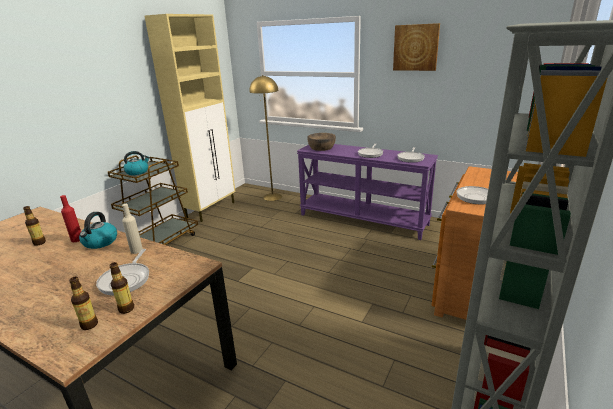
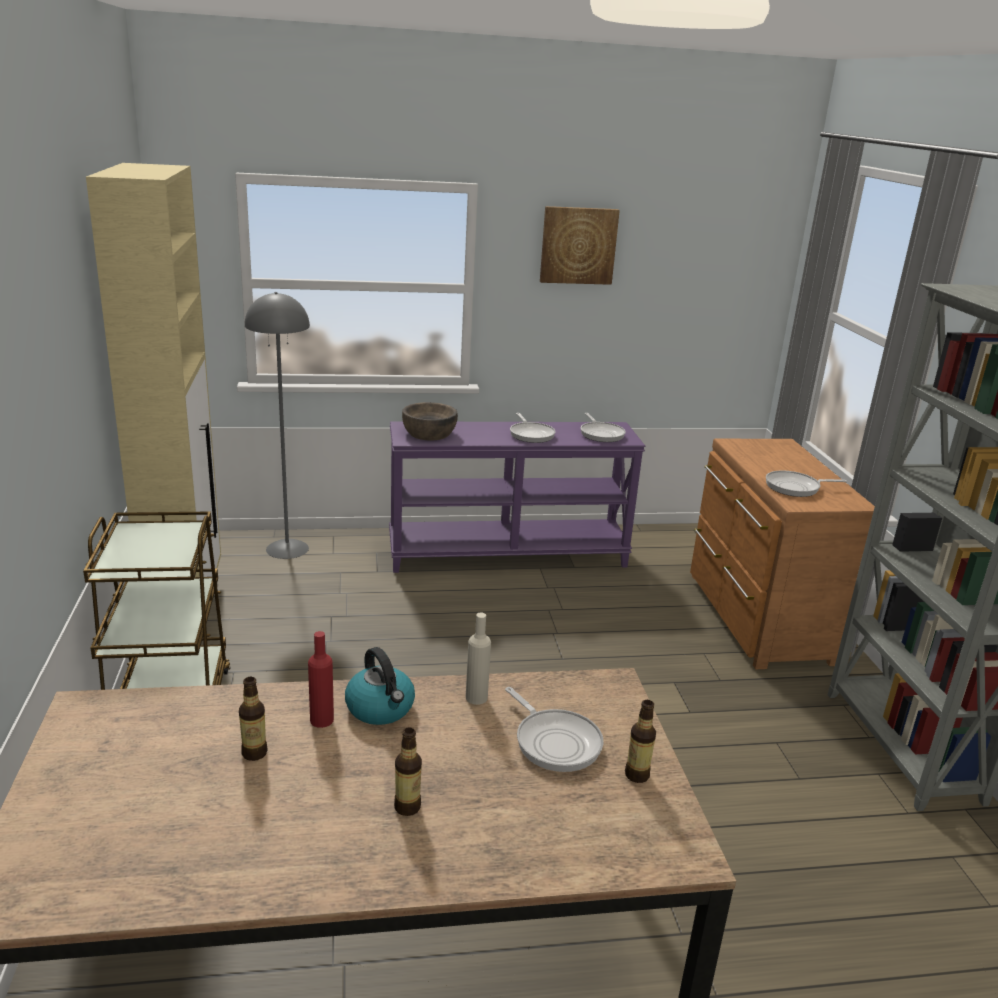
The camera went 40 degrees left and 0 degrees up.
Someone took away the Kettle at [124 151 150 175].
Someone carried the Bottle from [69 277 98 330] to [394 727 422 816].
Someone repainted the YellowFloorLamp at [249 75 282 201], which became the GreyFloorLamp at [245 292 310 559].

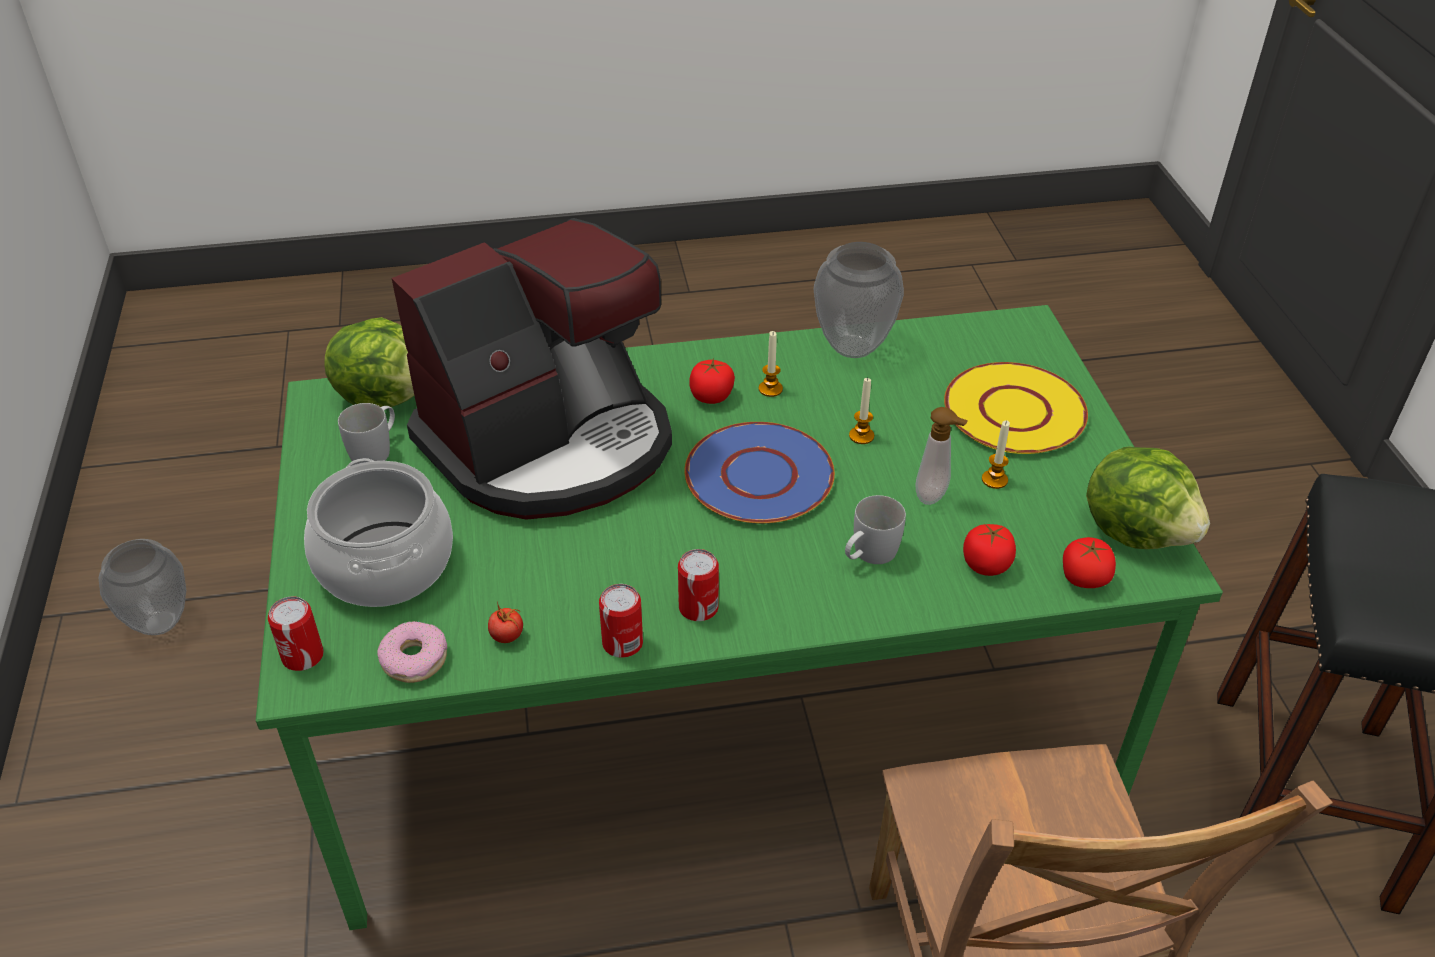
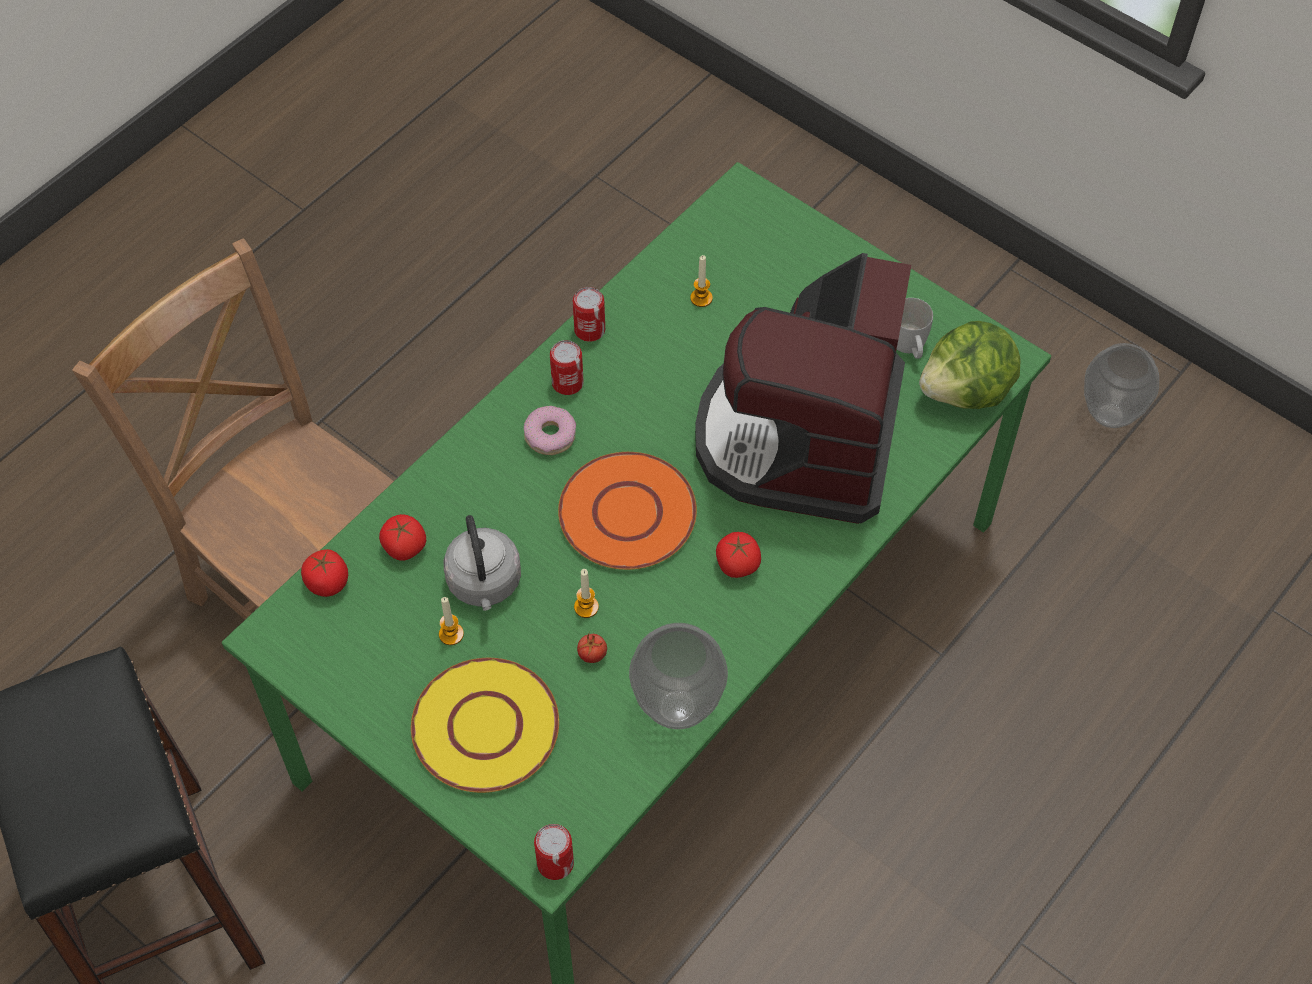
The camera went 140 degrees right and 15 degrees up.
Someone took away the CookingPot at [304 458 453 607].
Someone took away the WhiteMug at [845 495 906 564].
Someone took away the Lettuce at [1086 447 1210 549].
Someone carried the Can from [268 596 324 671] to [534 824 574 880].
Someone carried the Donut from [377 621 447 683] to [524 406 576 455].
Someone carried the Tomato from [488 602 523 643] to [577 634 607 663].
Someone carried the Candle from [759 331 783 397] to [690 255 713 307].
Someone swapped the SoapDispenser at [915 407 968 505] for the GreyKettle at [443 515 521 611].
Someone repainted the BluePlate at [684 422 835 524], which became the OrangePlate at [558 452 697 570].

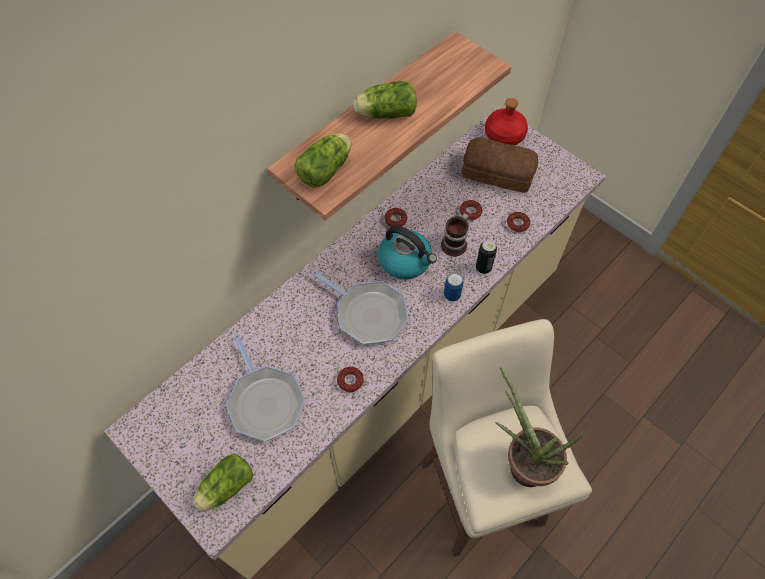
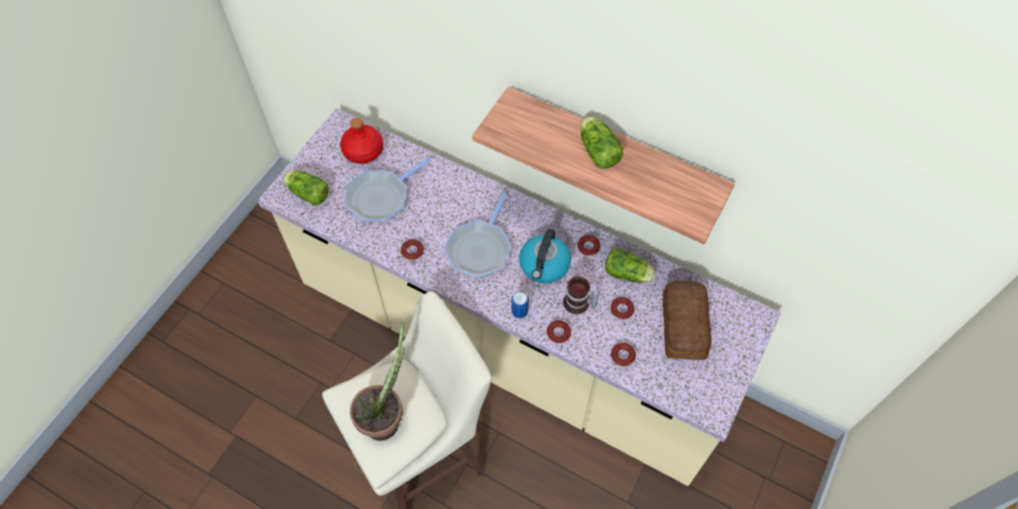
The camera went 75 degrees right and 0 degrees up.
Someone carried the Lettuce from [294 133 352 188] to [605 248 656 283].
Someone carried the RedBottle from [485 98 528 145] to [340 118 383 164].
Someone swapped the Can at [476 240 497 274] for the Donut at [547 320 571 343].

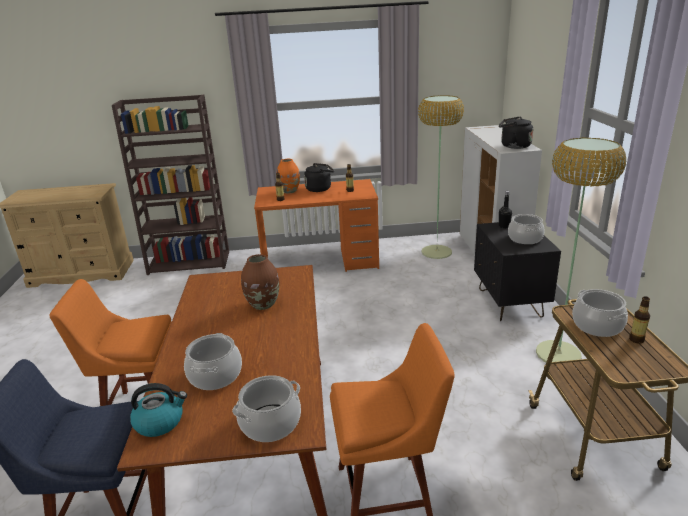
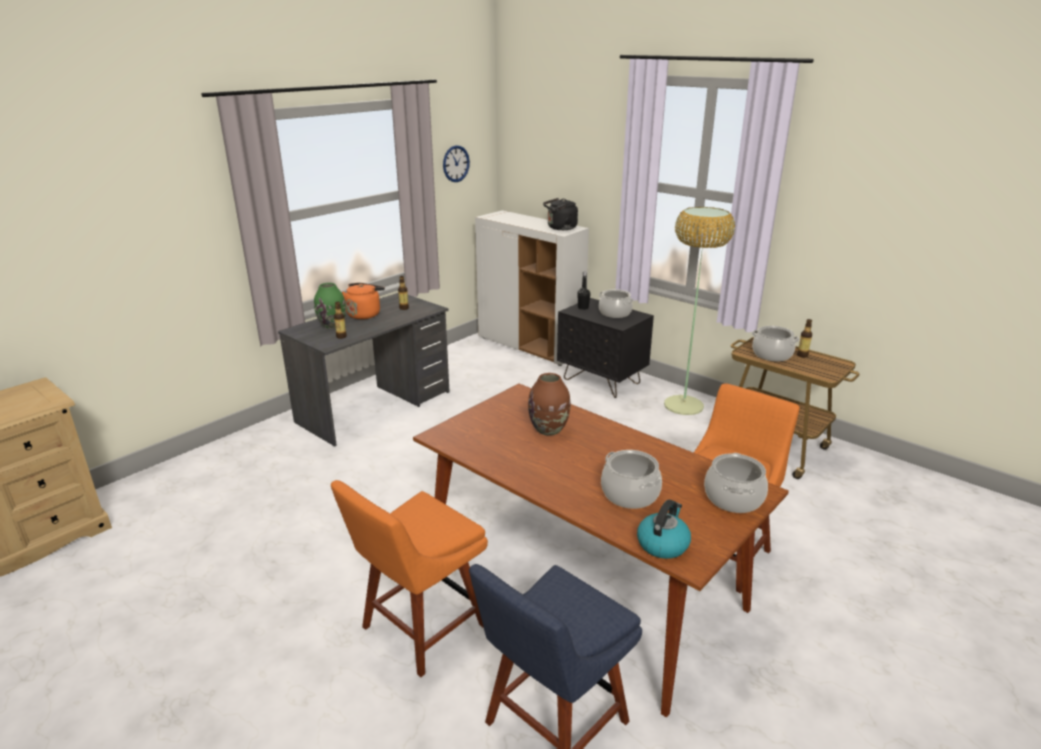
The camera went 45 degrees left and 0 degrees up.
Someone took away the BrownBookcase at [112 95 229 275].
Someone took away the FloorLamp at [418 95 464 259].
Someone put up the WallClock at [443 145 470 182].
Someone repainted the OrangeDesk at [254 179 379 272], which became the GreyDesk at [278 293 450 447].
Someone repainted the OrangeVase at [277 159 300 194], which became the GreenVase at [314 283 346 329].
Someone repainted the BlackKettle at [304 163 334 192], which became the OrangeKettle at [342 283 385 319].

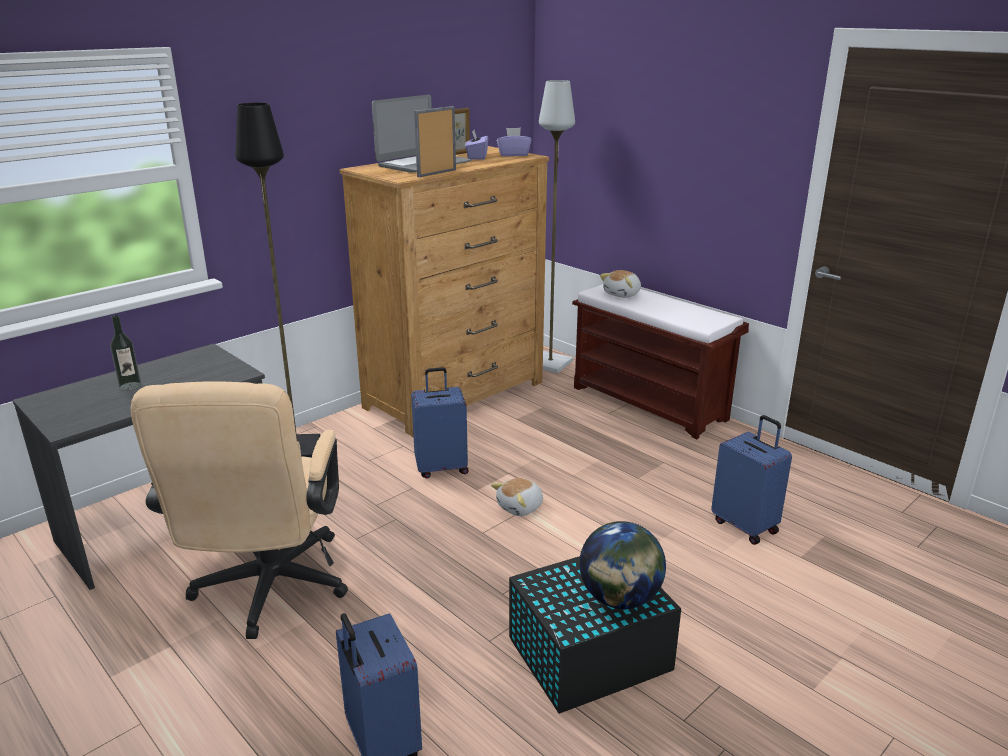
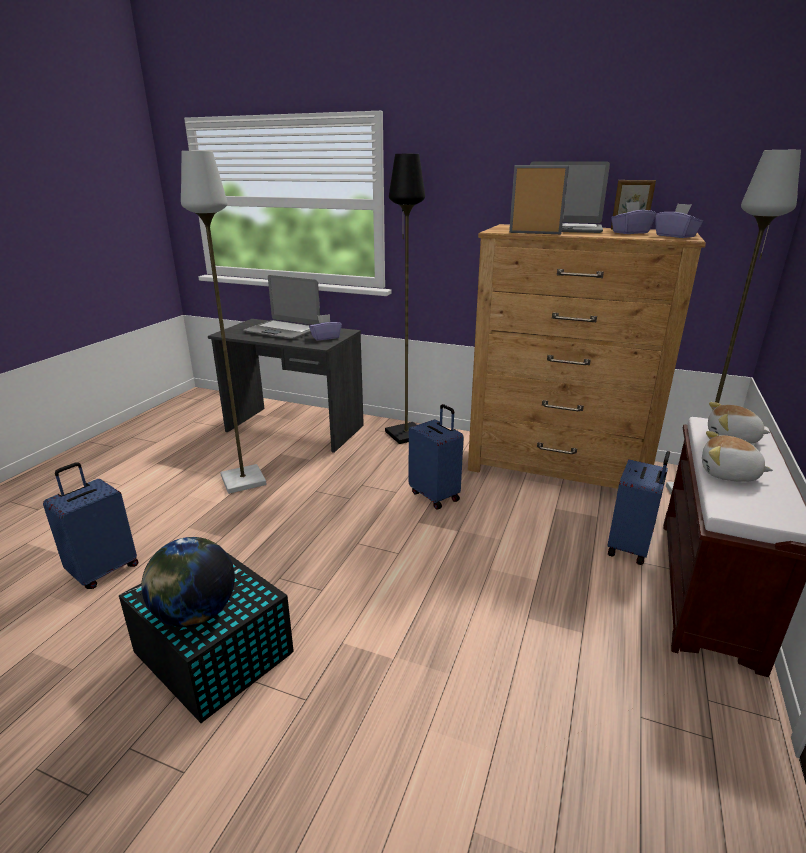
The camera went 65 degrees right and 0 degrees up.
Someone put down the PurpleTissueBox at [309 314 342 341].
Someone carried the PlushToy from [491 478 543 516] to [702 431 773 482].
Someone carried the BlueSuitcase from [711 415 792 545] to [607 451 670 565].
Someone swapped the Bottle at [110 315 141 391] for the Laptop at [243 275 320 339].
Someone swapped the BeigeOfficeChair at [131 381 348 639] for the GreyFloorLamp at [181 151 267 494].

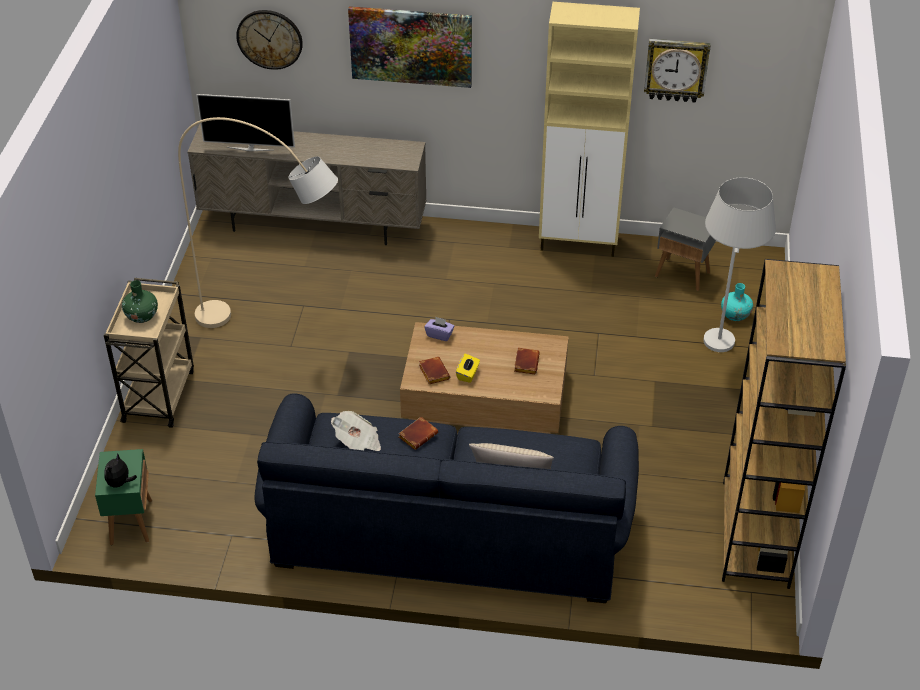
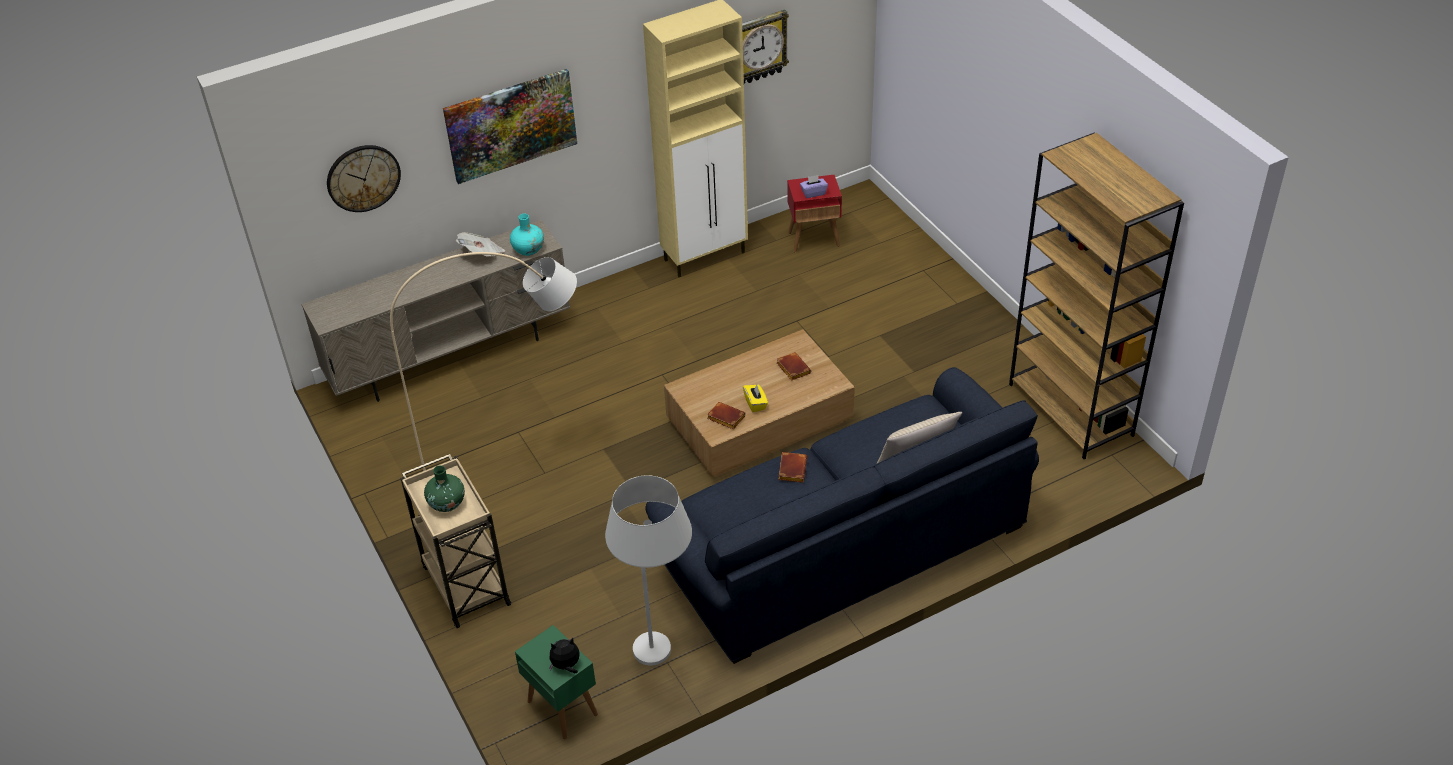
The camera went 35 degrees left and 0 degrees up.
Someone took away the Television at [196 94 295 151].
Someone carried the Newspaper from [331 411 381 451] to [456 232 505 257].
Someone carried the PurpleTissueBox from [424 317 455 341] to [800 175 828 198].
Someone carried the WhiteFloorLamp from [703 177 776 352] to [605 475 692 666].
Someone carried the TurquoiseVase from [721 283 753 321] to [510 214 544 256].
Someone repainted the GreySideTable at [655 207 716 291], which became the RedSideTable at [787 175 842 252].
Someone rotated the PlushToy at [104 453 137 488] by 90 degrees clockwise.

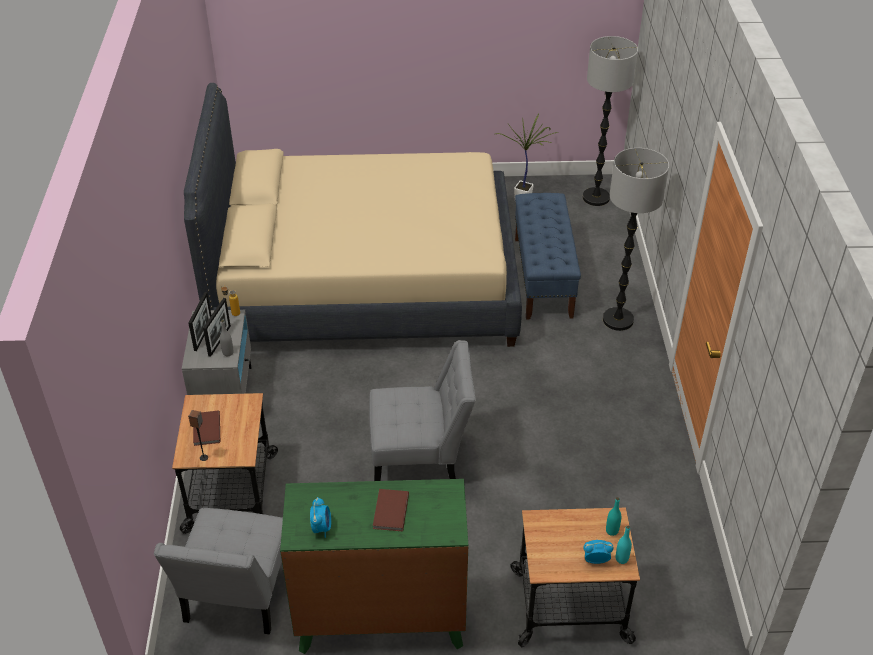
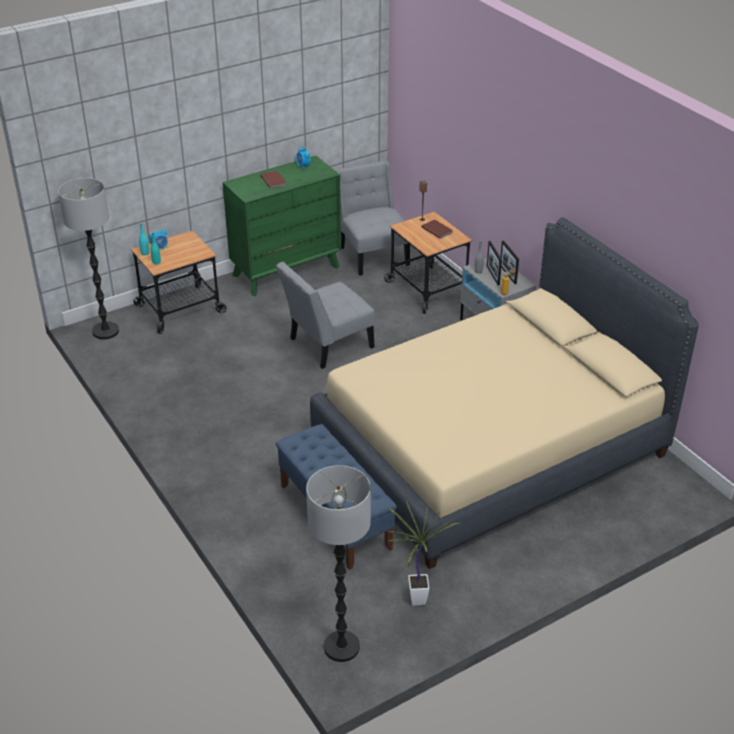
The camera went 150 degrees right and 5 degrees down.
Someone carried the FloorLamp from [603 148 669 331] to [58 178 119 340].

